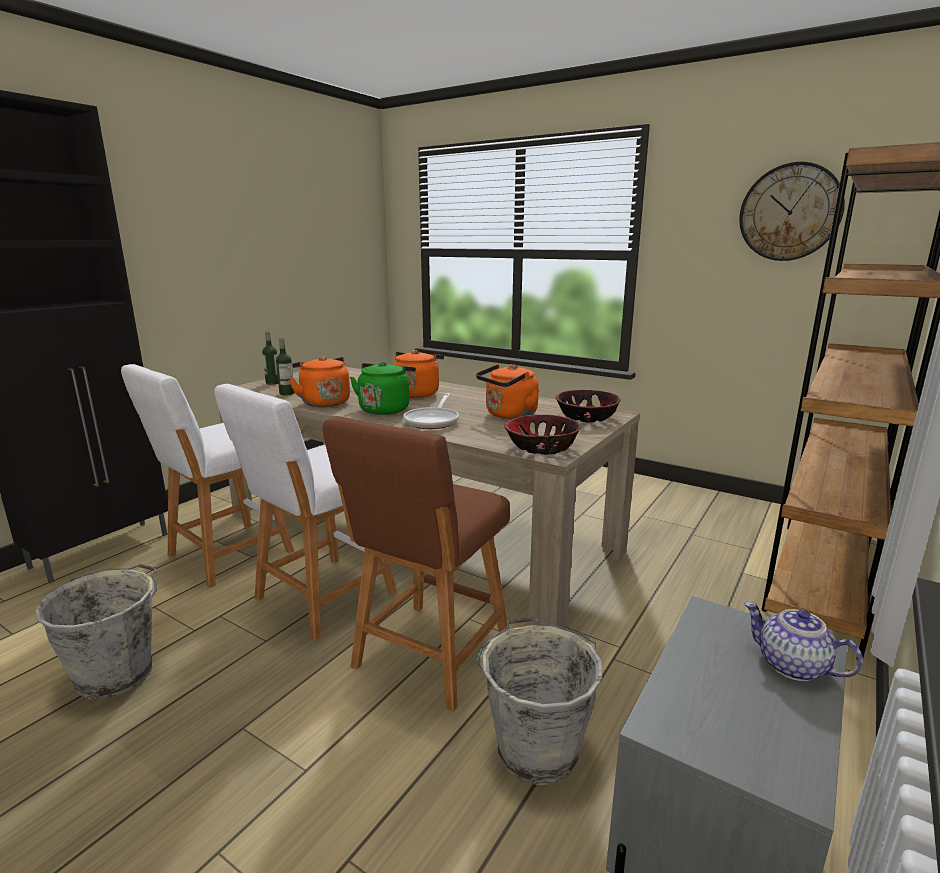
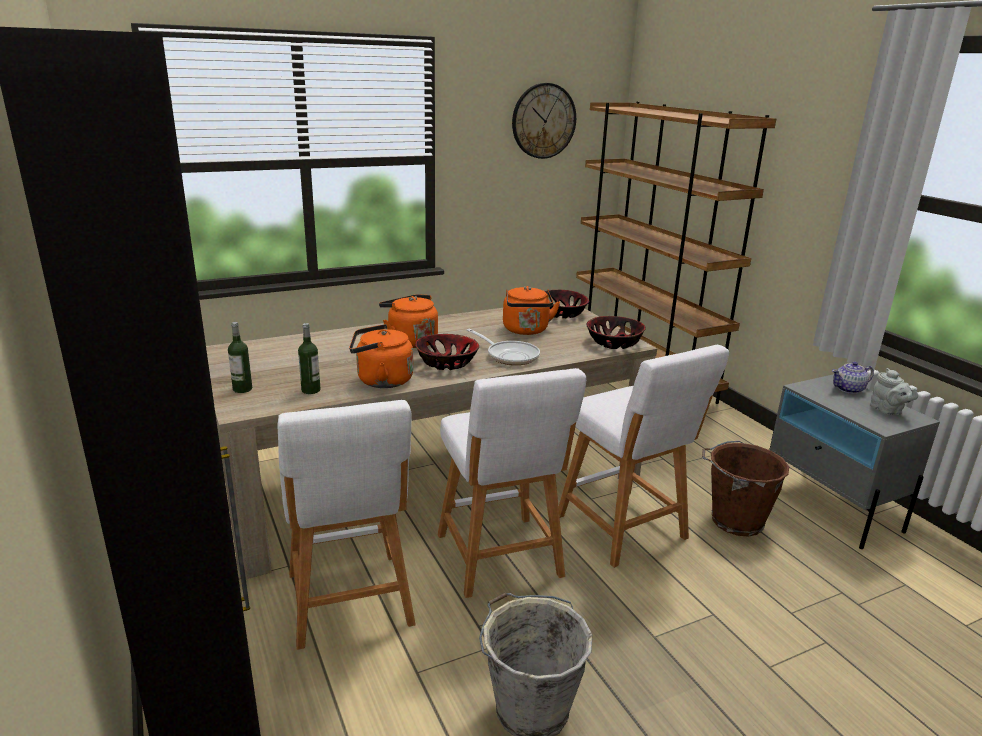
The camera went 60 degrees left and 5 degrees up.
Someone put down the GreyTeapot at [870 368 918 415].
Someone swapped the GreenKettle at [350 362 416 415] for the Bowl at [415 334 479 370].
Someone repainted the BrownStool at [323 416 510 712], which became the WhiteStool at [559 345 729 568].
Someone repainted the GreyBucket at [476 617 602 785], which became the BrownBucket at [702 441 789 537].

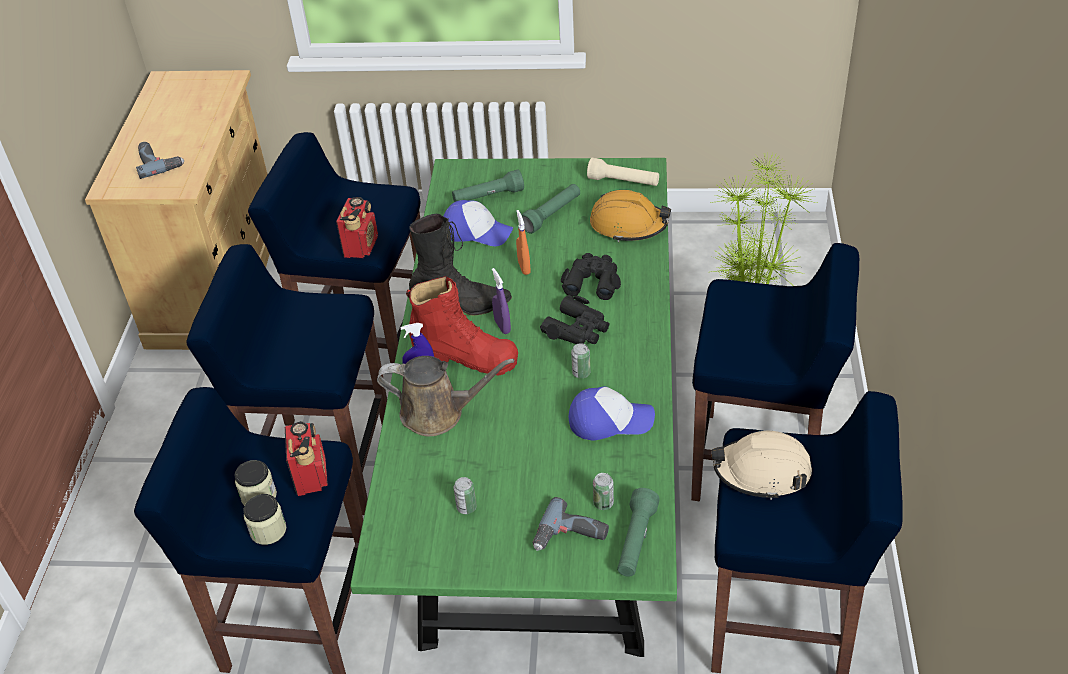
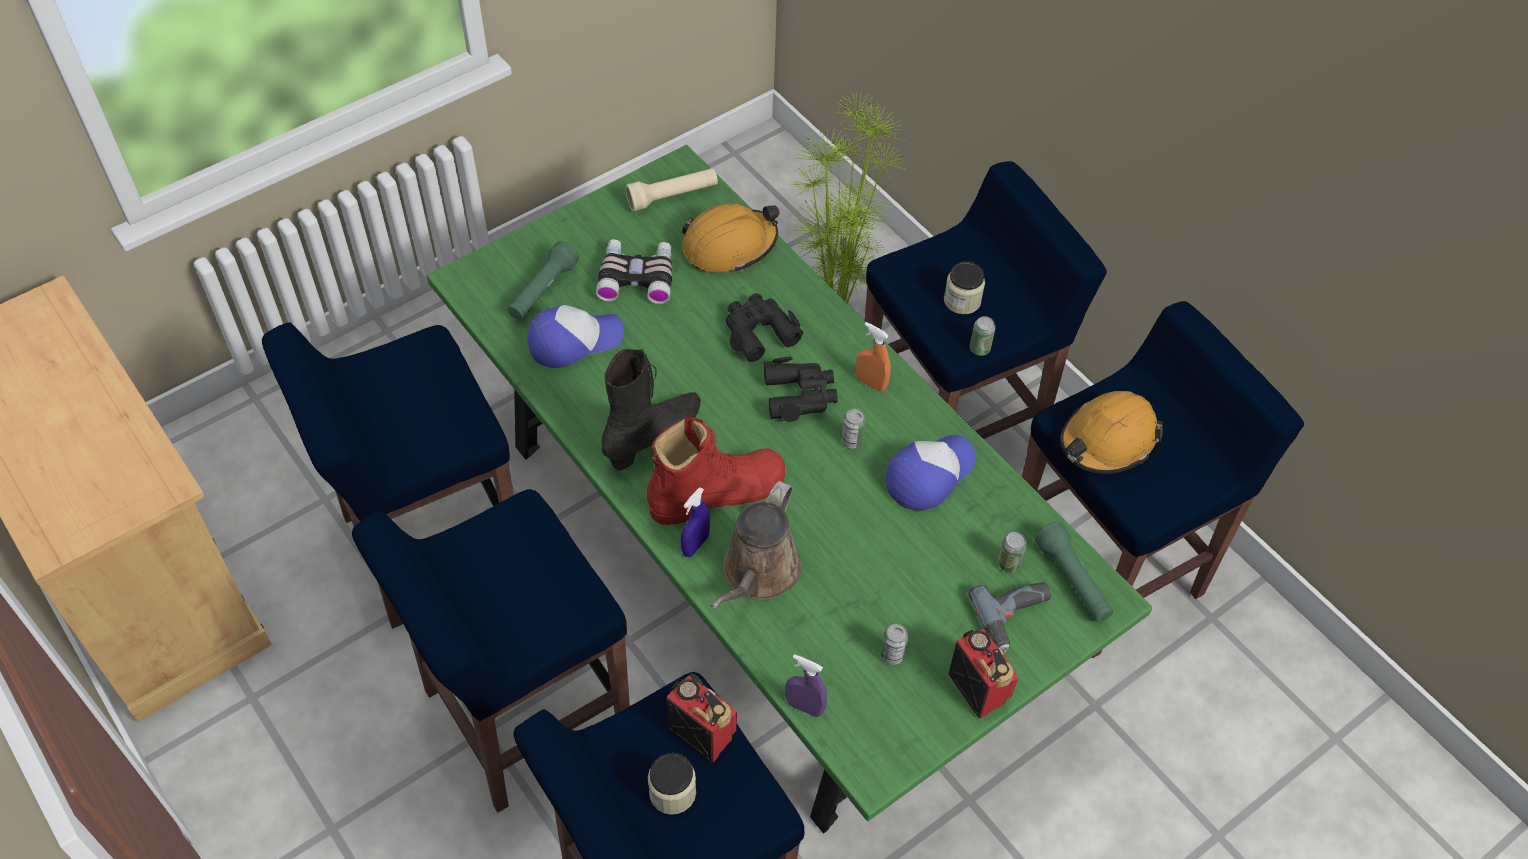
The camera went 45 degrees left and 10 degrees up.
Someone took away the PowerDrill at [136 142 184 179].
Someone put down the Can at [970 316 995 356].
Someone carried the Jar from [243 494 286 545] to [944 262 985 314].
Someone carried the Radio from [336 197 378 258] to [948 628 1018 719].
Someone carried the PurpleSprayBottle from [492 268 511 334] to [785 654 827 717].
Someone carried the OrangeSprayBottle from [516 210 531 275] to [856 322 891 392].
Someone swapped the GreenFlashlight at [521 184 580 234] for the Binoculars at [596 239 672 304].
Someone repainted the BeigeHardHat at [711 431 812 500], which became the OrangeHardHat at [1060 391 1163 474].
Someone rotated the BrownWateringCan at [377 356 514 436] by 150 degrees clockwise.

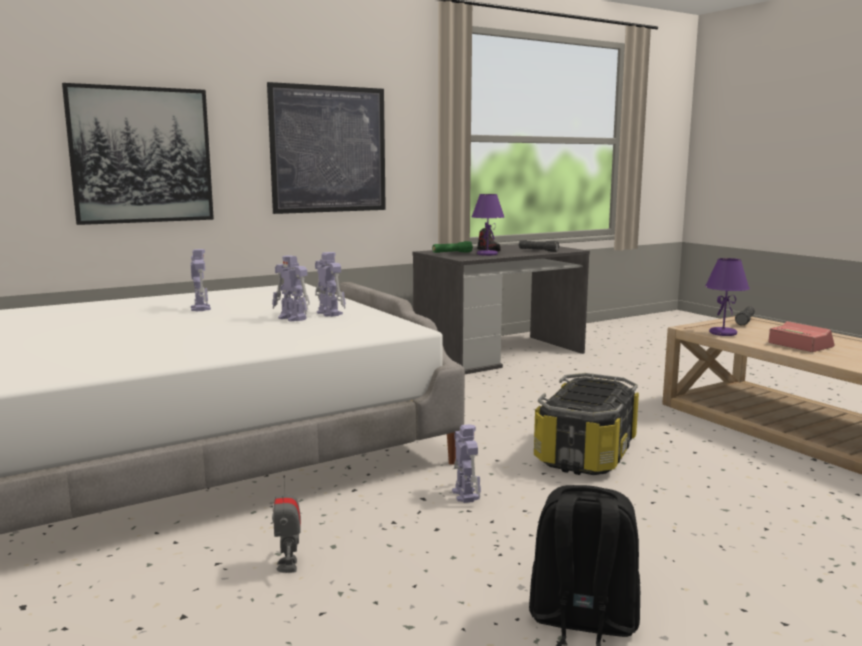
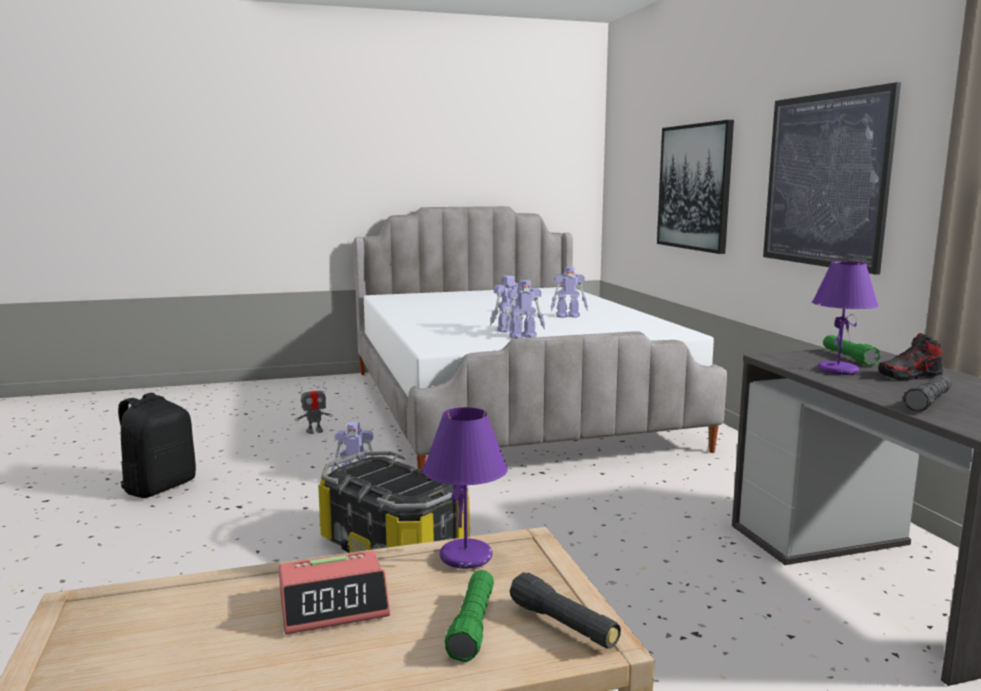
The camera went 105 degrees right and 0 degrees up.
Someone put down the GreenFlashlight at [445 570 494 662].
Someone rotated the ToyRobot at [272 476 301 573] by 150 degrees clockwise.

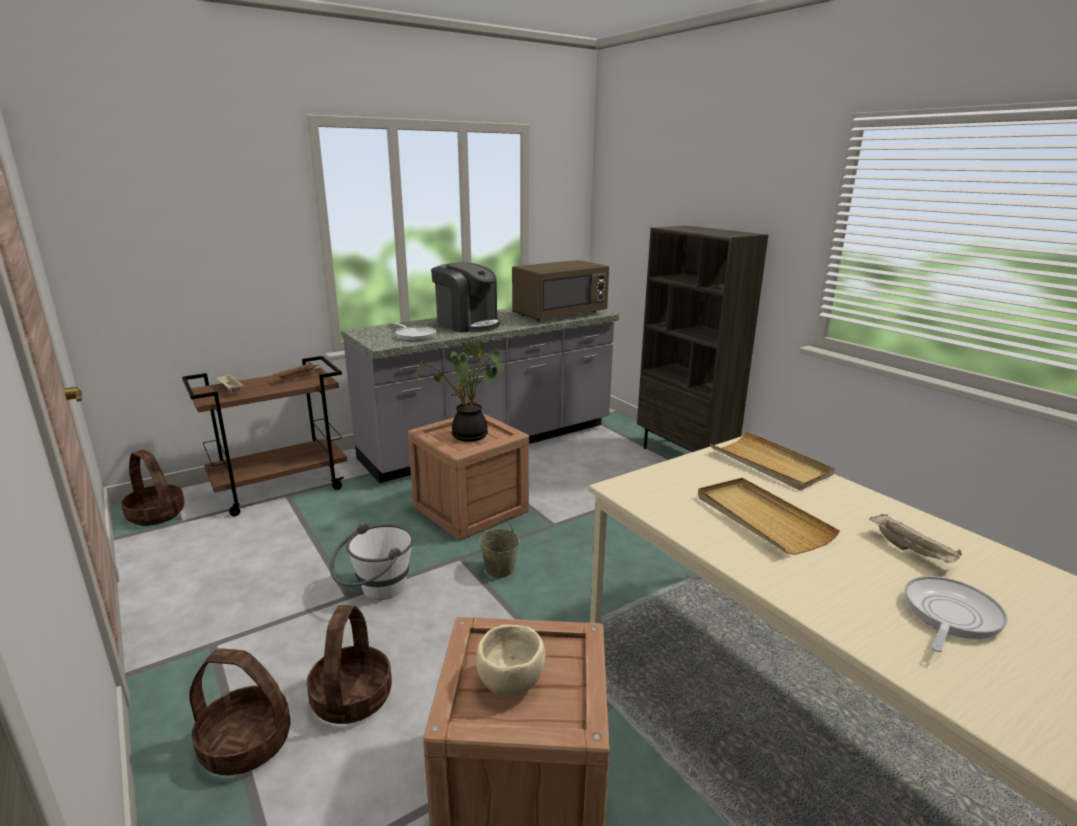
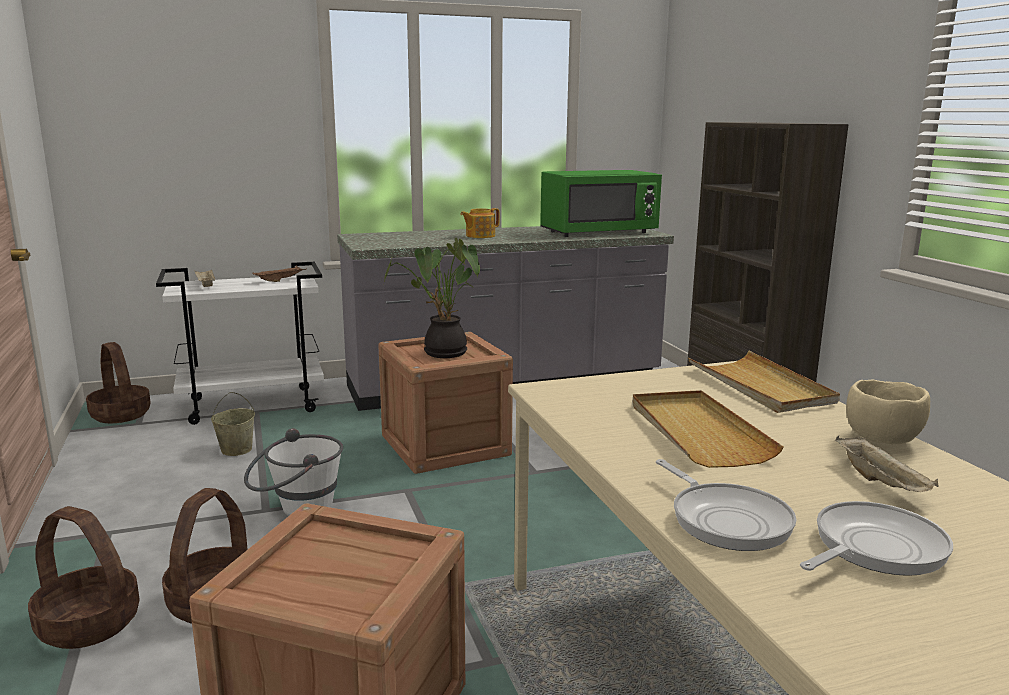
The camera went 15 degrees right and 5 degrees down.
Someone carried the FryingPan from [394 322 436 341] to [656 459 796 551].
Someone carried the BeigeBowl from [476 625 545 697] to [846 380 930 445].
Someone carried the BeigeBucket from [479 518 520 578] to [211 392 255 456].
Someone swapped the CoffeeMachine at [431 262 500 333] for the Teapot at [460 208 500 238].
Someone repainted the BrownCart at [182 356 347 516], which became the WhiteCart at [156 262 324 425].
Someone repainted the BrownMicrowave at [512 260 609 321], which became the GreenMicrowave at [540 170 662 237].

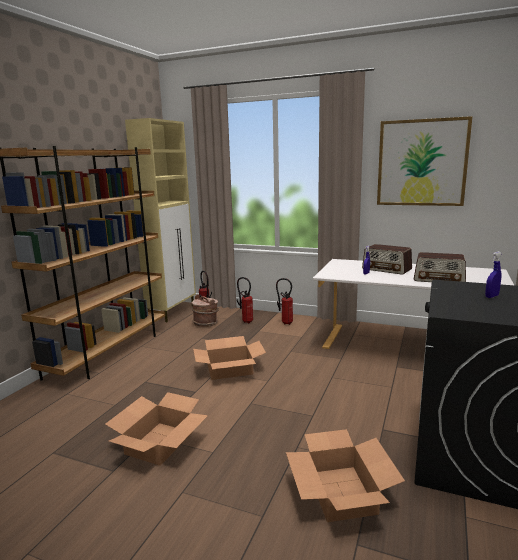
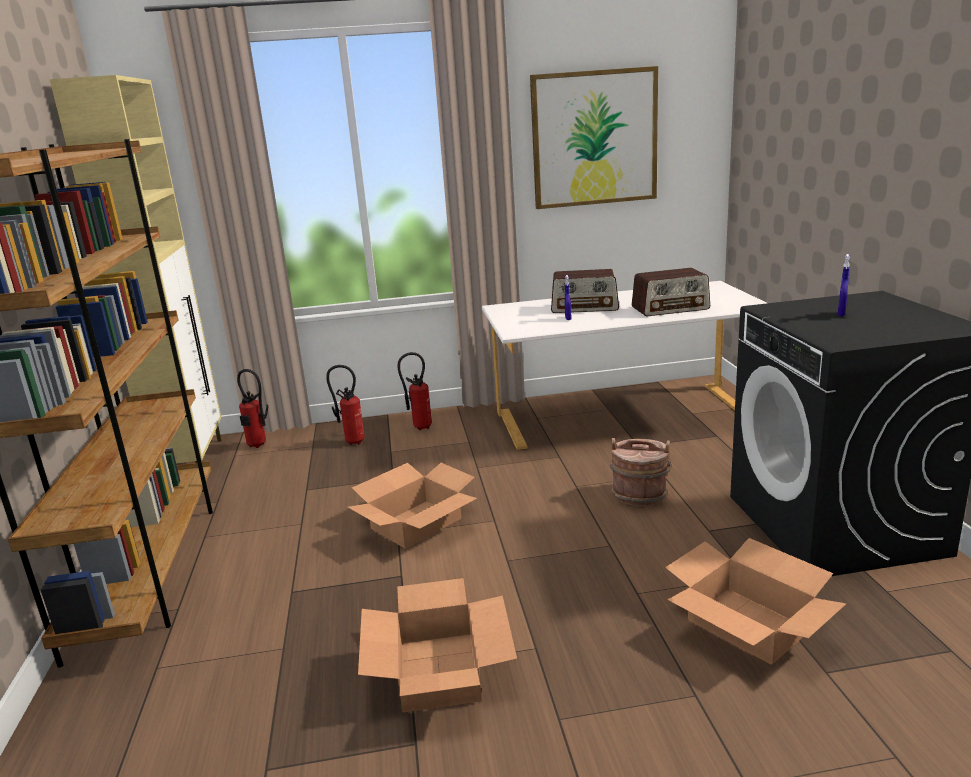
The camera went 30 degrees left and 5 degrees up.
Someone carried the BrownBucket from [192 294 219 327] to [610 438 671 506].

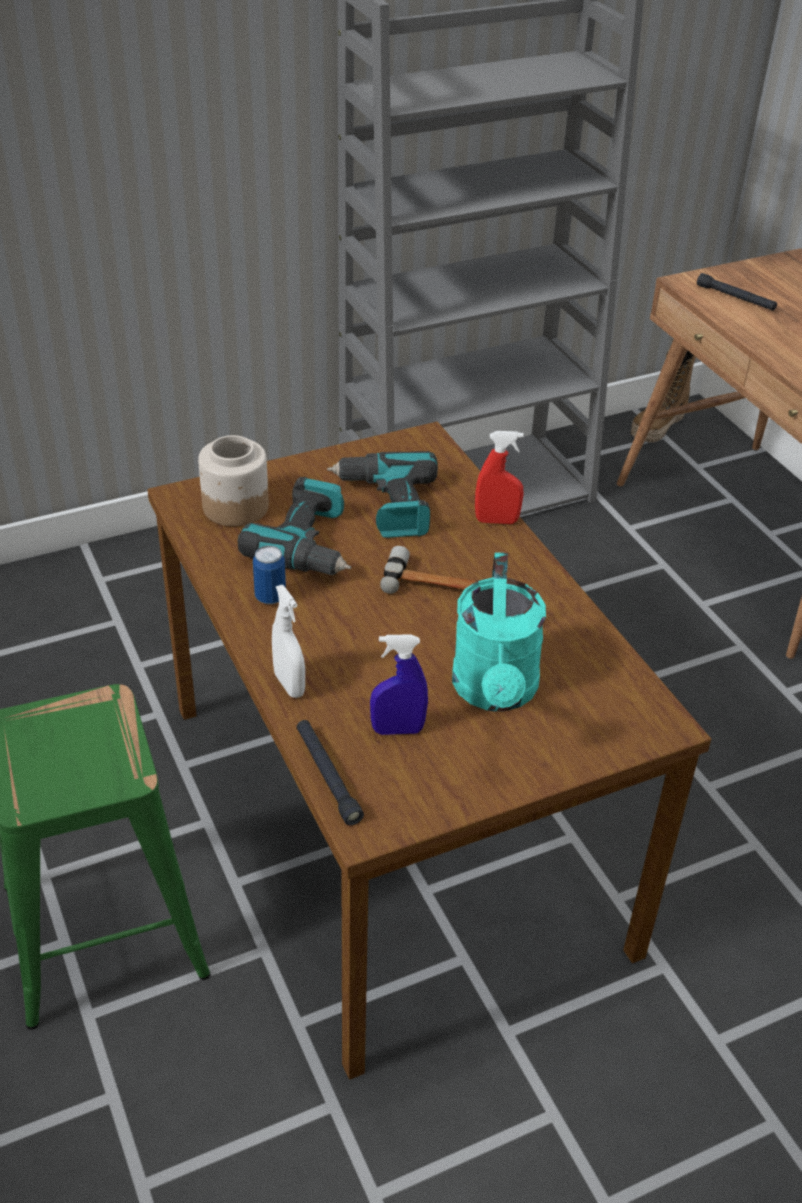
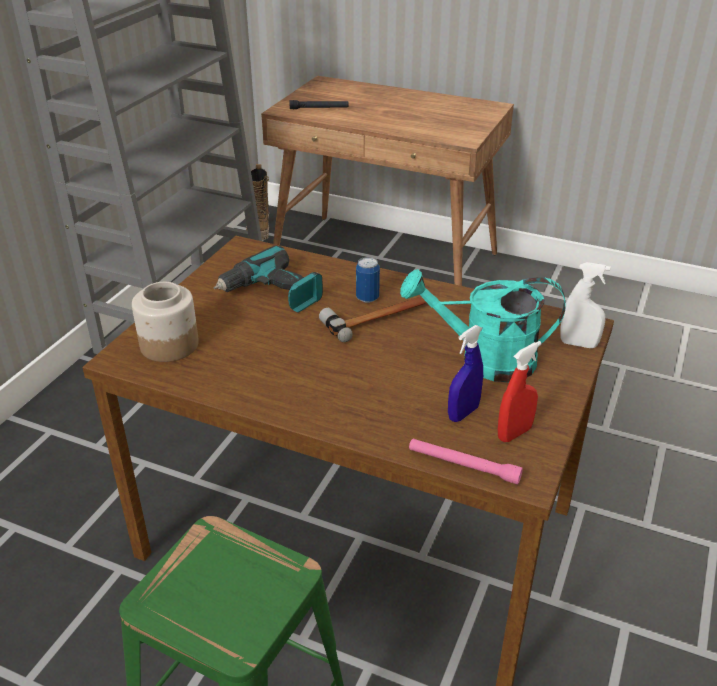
The camera went 40 degrees left and 5 degrees down.
Someone took away the PowerDrill at [238 477 351 575].
Someone carried the Can from [253 546 286 604] to [356 257 380 303].
Someone carried the WhiteSprayBottle from [272 585 305 698] to [560 262 611 348].
Someone carried the RedSprayBottle from [475 431 524 524] to [498 341 542 442].
Someone repainted the BlackFlashlight at [297 720 364 825], which became the PinkFlashlight at [409 439 523 484].
Someone rotated the TurquoiseWateringCan at [452 552 546 712] by 135 degrees clockwise.

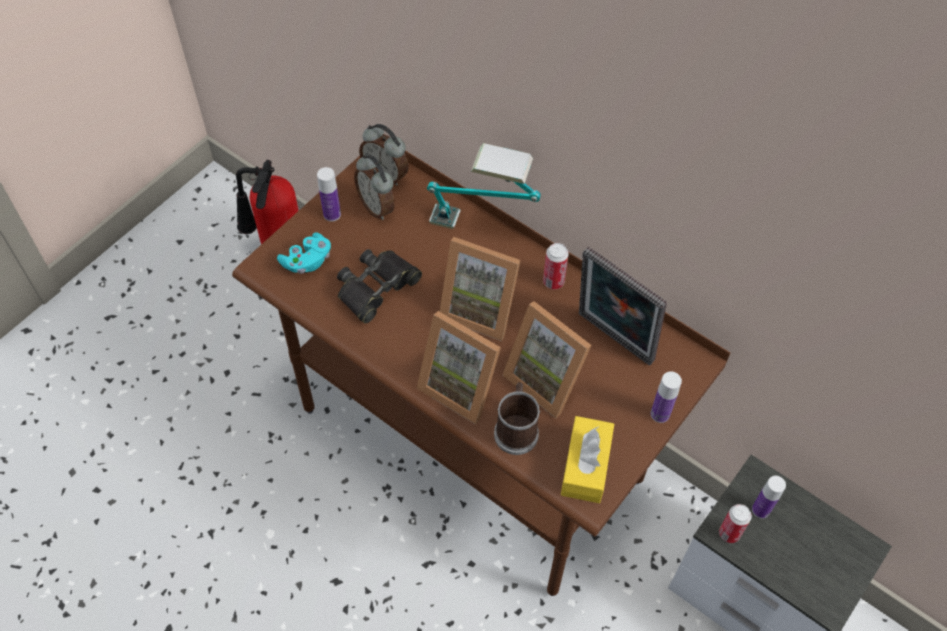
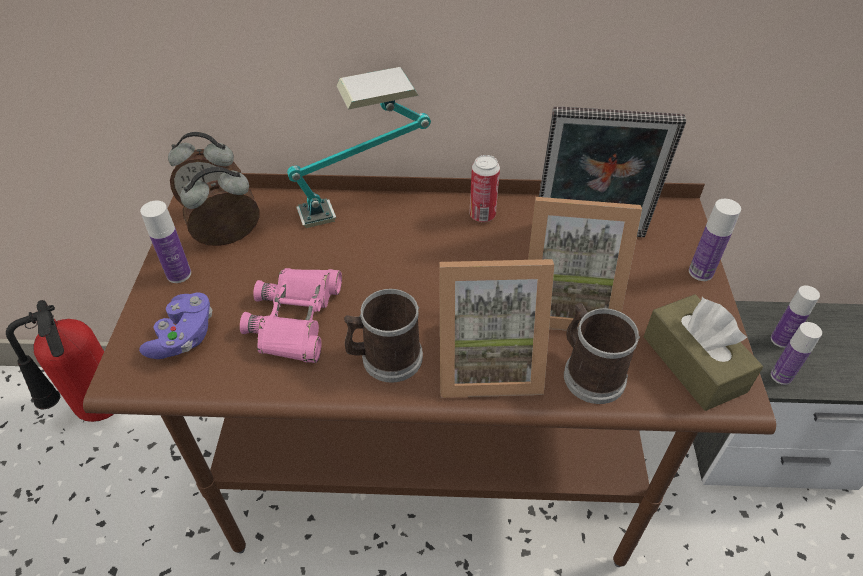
The camera went 35 degrees left and 10 degrees down.
Someone took away the PictureFrame at [440 237 520 341].
Someone put down the Mug at [344 289 423 383].
Someone swapped the Can at [719 504 752 543] for the Bottle at [771 322 822 385].
Someone repainted the TurquoiseGameController at [277 232 331 274], which became the PurpleGameController at [139 293 212 359].
Someone repainted the BlackBinoculars at [337 249 422 324], which became the PinkBinoculars at [240 268 342 363].
Someone repainted the YellowTissueBox at [561 416 614 503], which became the BrownTissueBox at [644 294 763 411].
Someone rotated the AlarmClock at [354 155 395 220] by 135 degrees clockwise.

